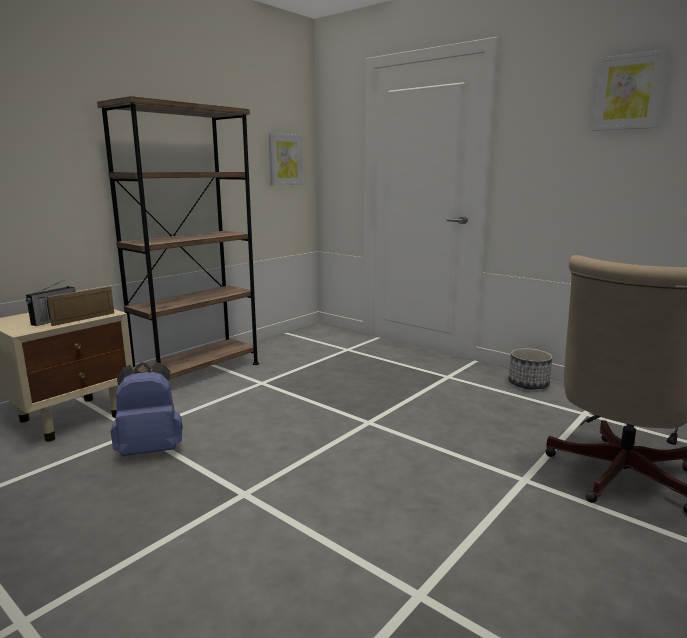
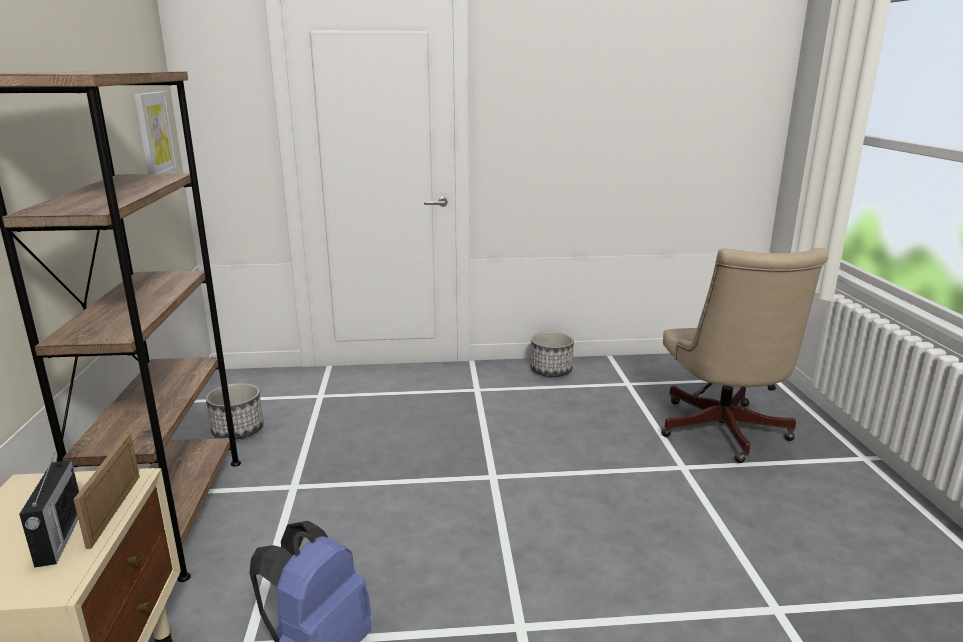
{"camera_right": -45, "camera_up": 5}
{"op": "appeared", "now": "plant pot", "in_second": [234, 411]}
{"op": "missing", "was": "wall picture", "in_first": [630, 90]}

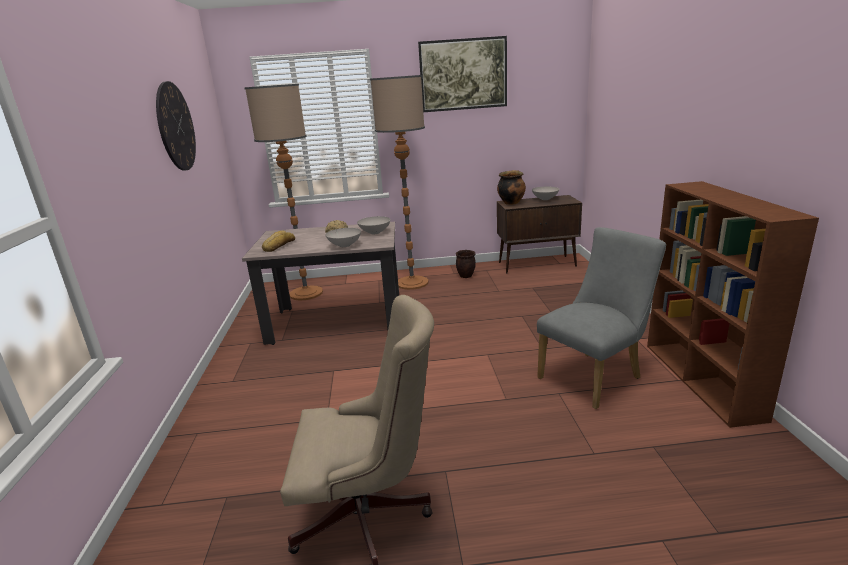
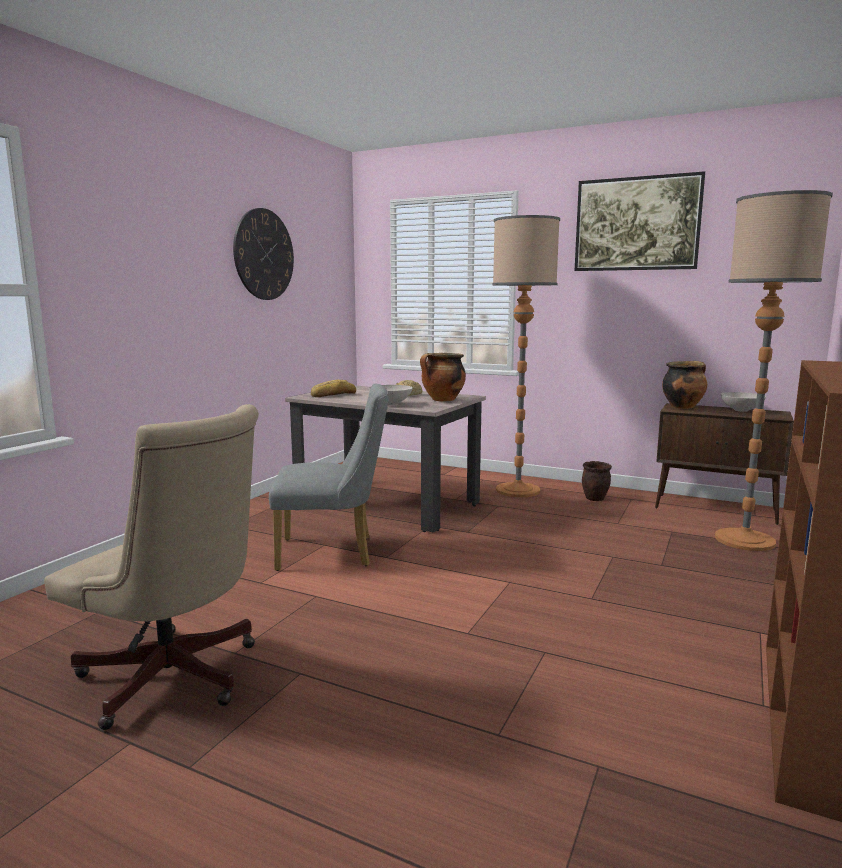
{"camera_right": 30, "camera_up": -10}
{"op": "relocated", "was": "plain chair/greyish", "in_first": [601, 318], "in_second": [329, 477]}
{"op": "exchanged", "was": "serving bowl/white-coloured", "now": "cooking pot", "in_first": [374, 225], "in_second": [443, 377]}
{"op": "relocated", "was": "standing lamp", "in_first": [283, 192], "in_second": [774, 370]}

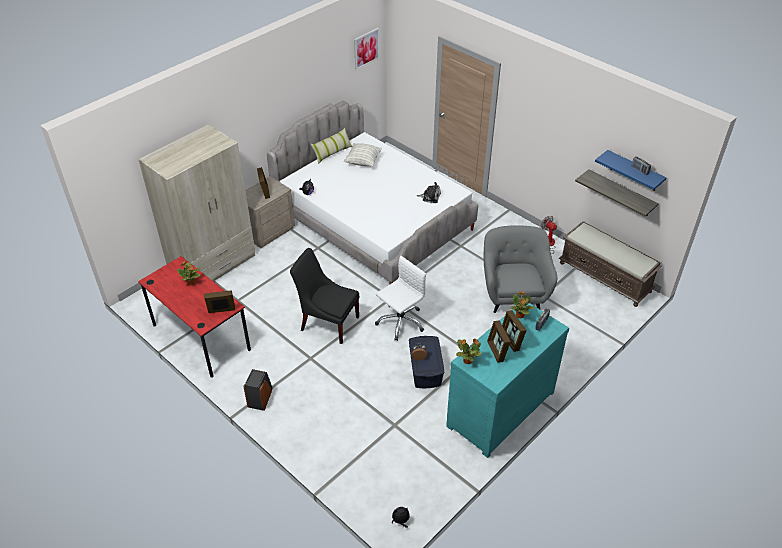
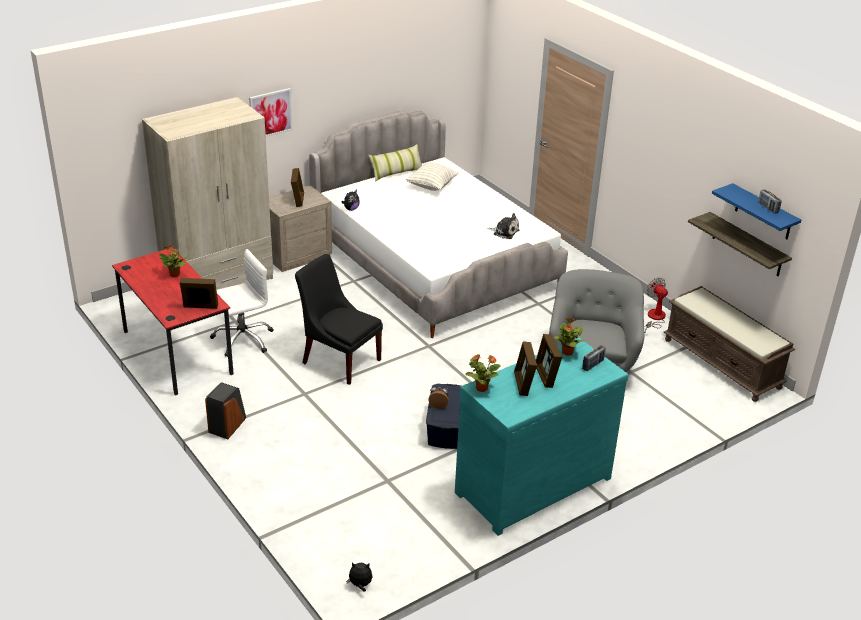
{"camera_right": 10, "camera_up": -10}
{"op": "relocated", "was": "computer chair/white-coloured", "in_first": [400, 298], "in_second": [242, 303]}
{"op": "relocated", "was": "wall picture", "in_first": [366, 49], "in_second": [271, 112]}

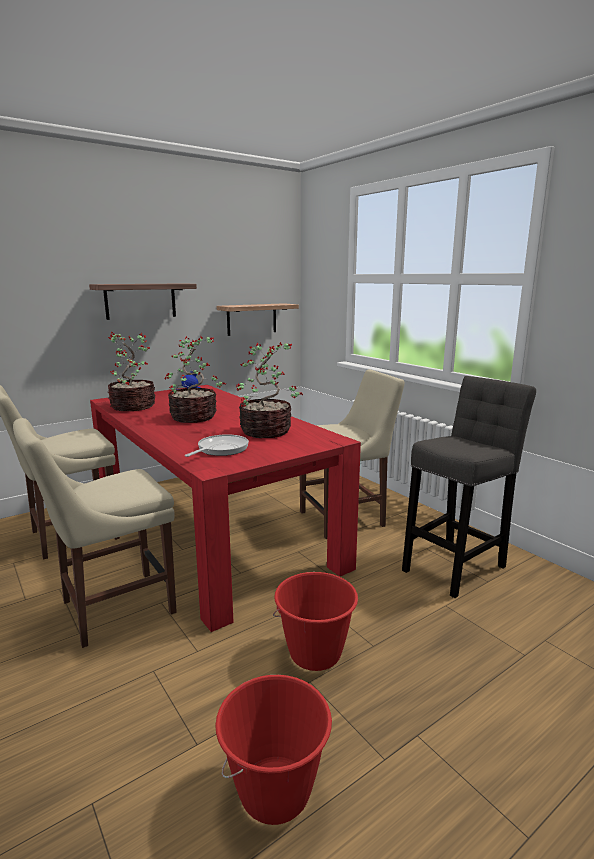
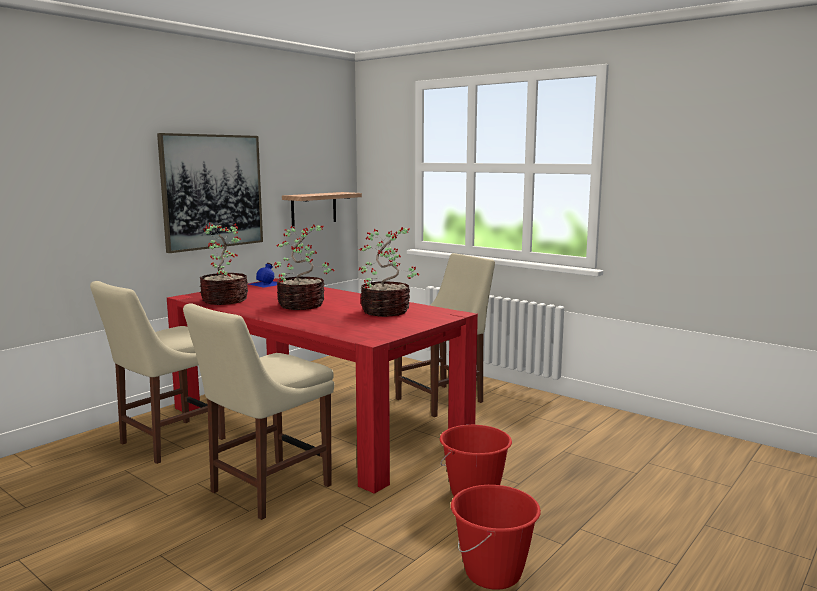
{"camera_right": -15, "camera_up": -5}
{"op": "exchanged", "was": "wall shelf", "now": "wall picture", "in_first": [143, 301], "in_second": [210, 193]}
{"op": "missing", "was": "pan", "in_first": [217, 445]}
{"op": "missing", "was": "sitting stool/greyish", "in_first": [469, 487]}

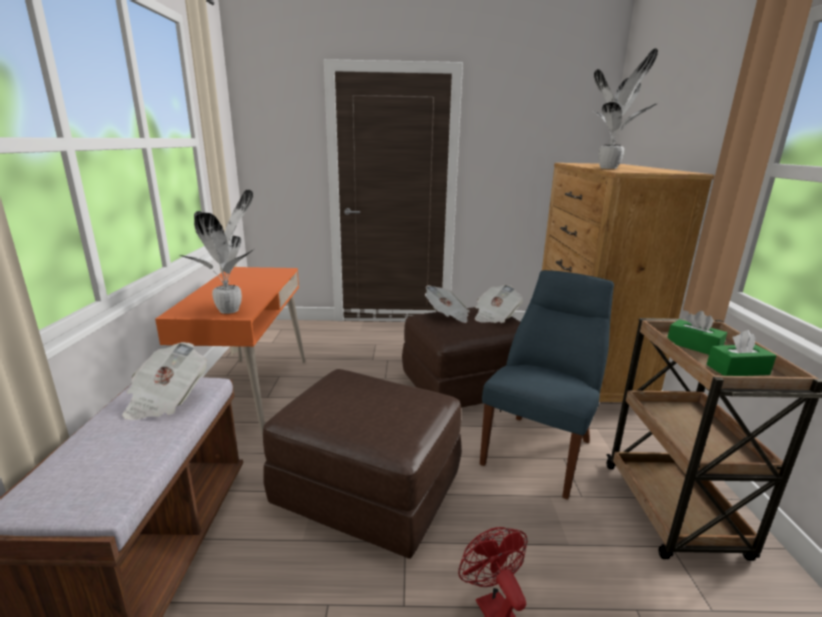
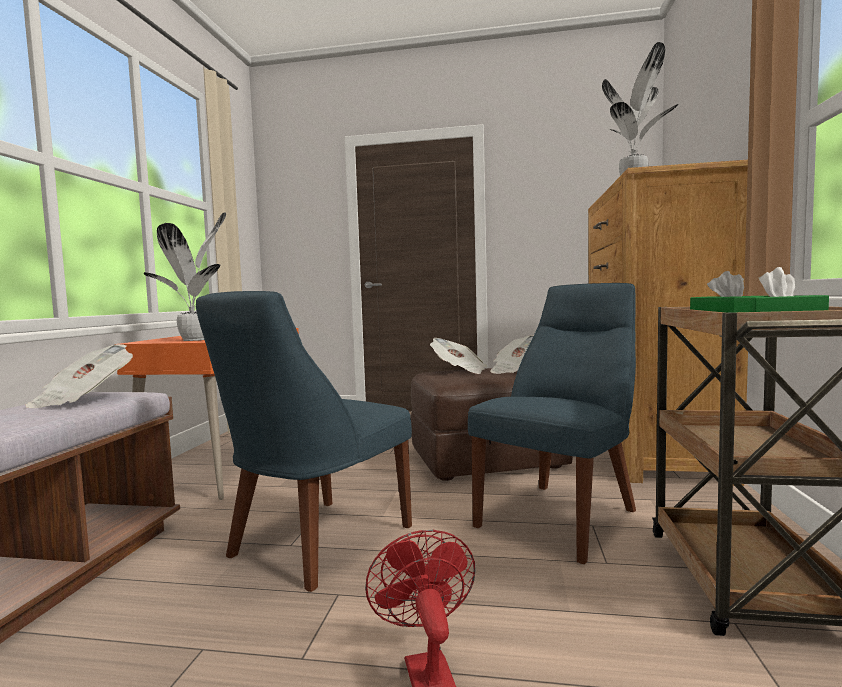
{"camera_right": 10, "camera_up": -15}
{"op": "exchanged", "was": "footrest/brown", "now": "plain chair/bluish", "in_first": [362, 464], "in_second": [304, 441]}

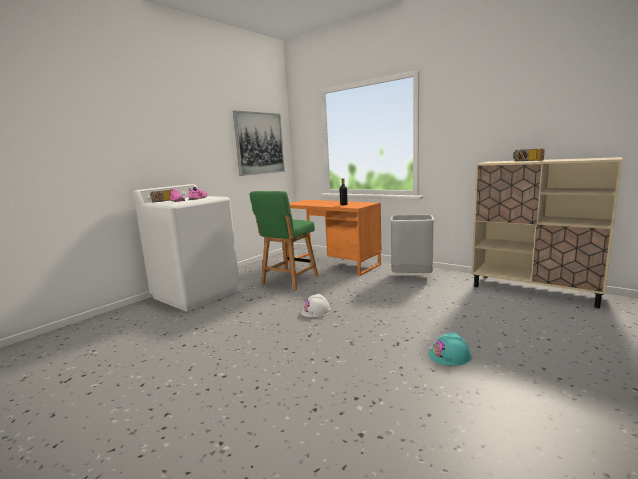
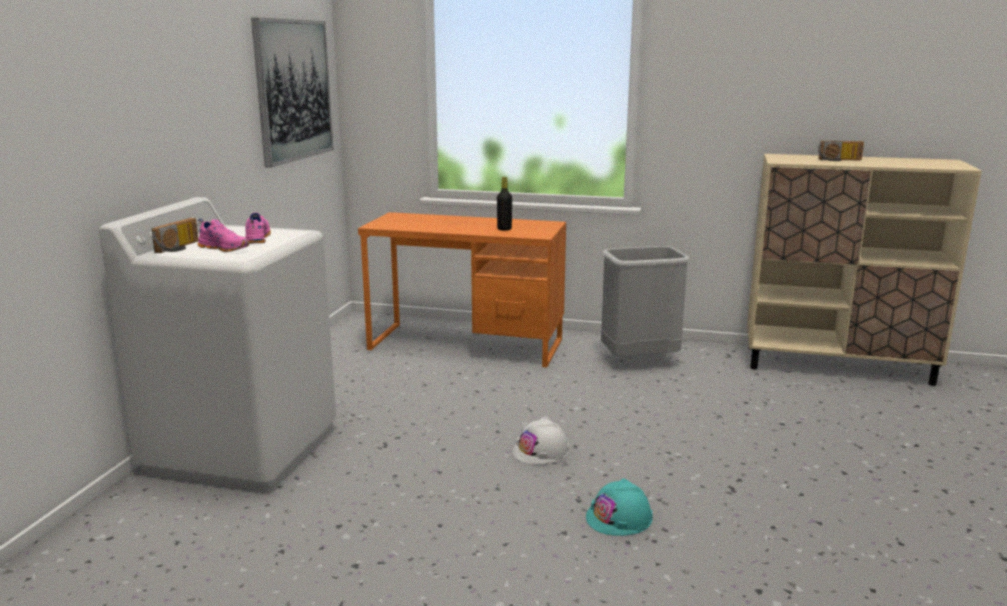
{"camera_right": -25, "camera_up": 5}
{"op": "relocated", "was": "work helmet/turquoise-coloured", "in_first": [450, 349], "in_second": [619, 507]}
{"op": "missing", "was": "plain chair/green", "in_first": [284, 240]}

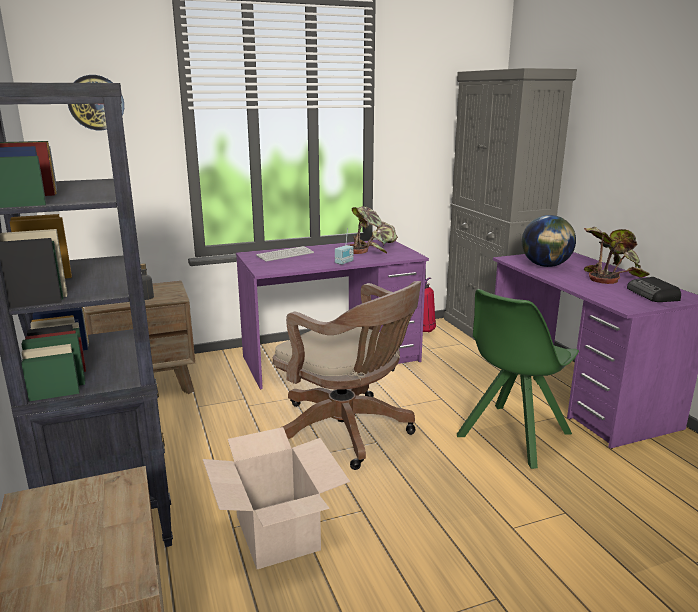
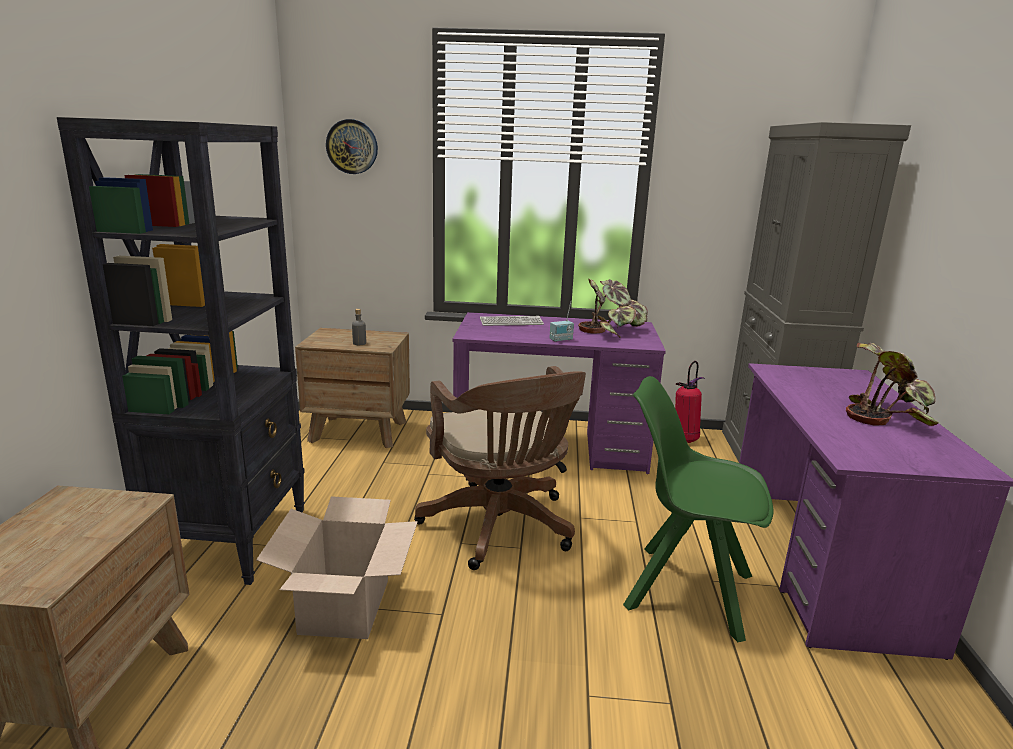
{"camera_right": 25, "camera_up": 0}
{"op": "spun", "was": "plain chair/green", "in_first": [518, 379], "in_second": [698, 509], "clockwise": 45}
{"op": "missing", "was": "desk globe", "in_first": [549, 241]}
{"op": "missing", "was": "radio set", "in_first": [654, 289]}

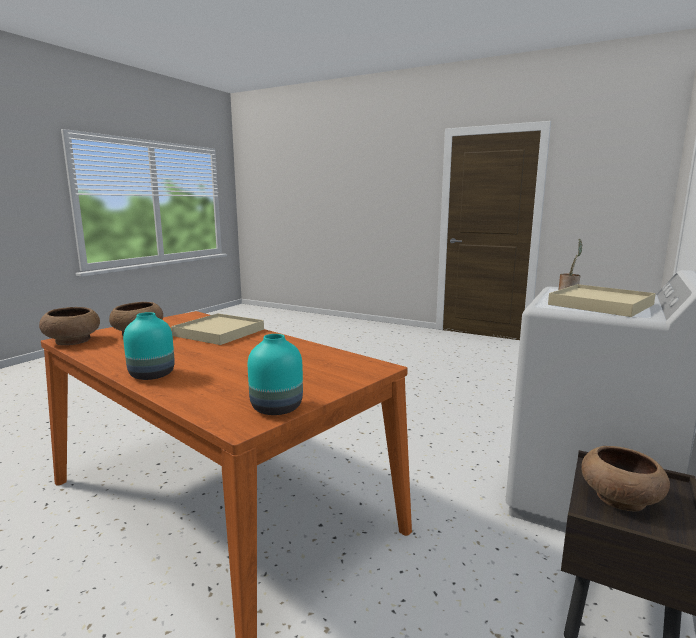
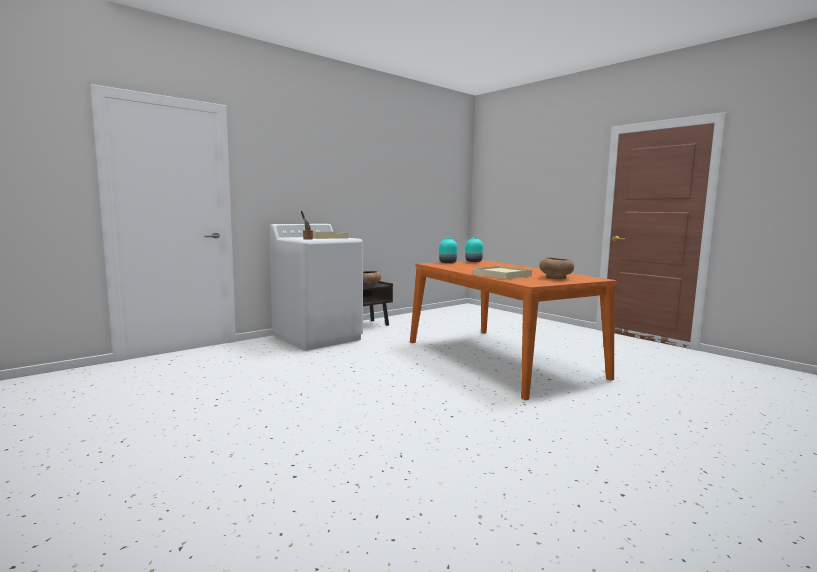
{"camera_right": -160, "camera_up": -5}
{"op": "relocated", "was": "vase/turquoise-coloured", "in_first": [149, 346], "in_second": [448, 250]}
{"op": "missing", "was": "serving bowl/brown", "in_first": [69, 326]}

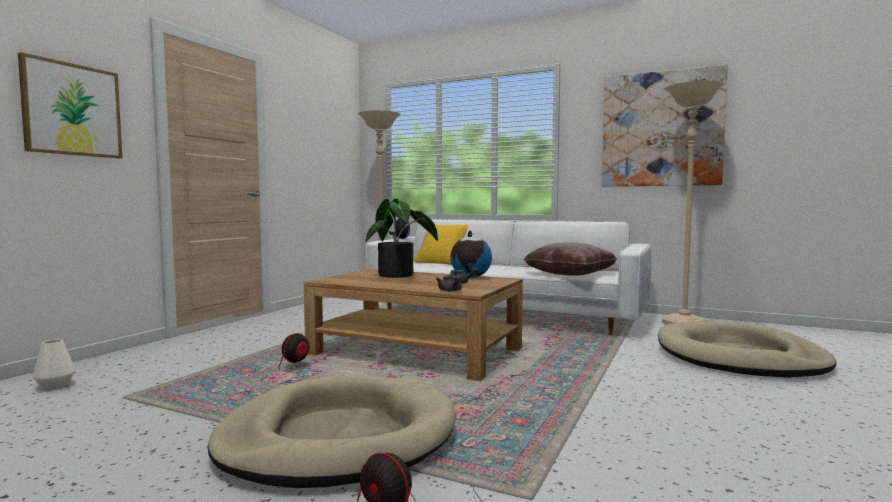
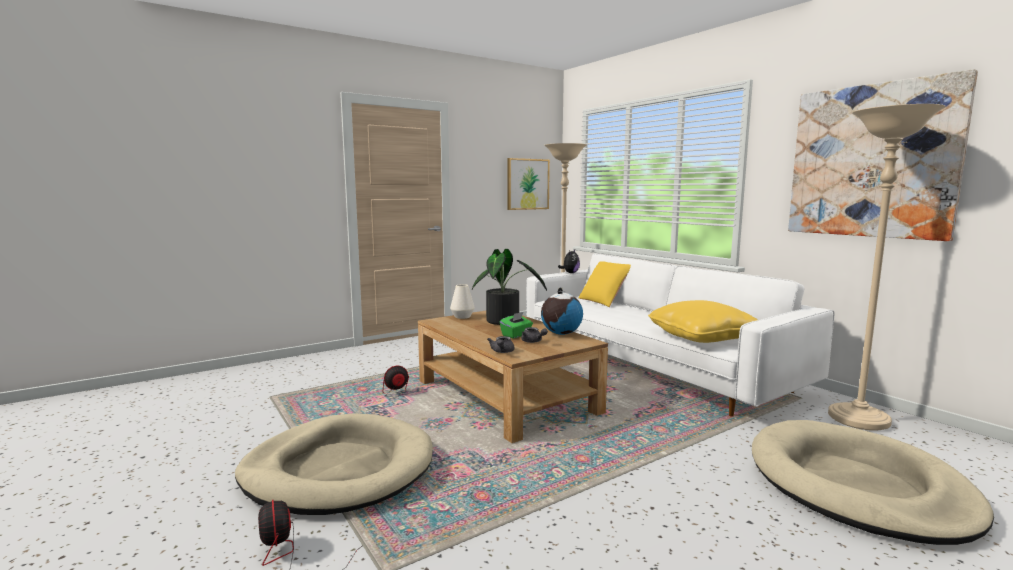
{"camera_right": 30, "camera_up": 5}
{"op": "relocated", "was": "vase/white-coloured", "in_first": [54, 364], "in_second": [462, 301]}
{"op": "appeared", "now": "box of tissues/green", "in_second": [516, 325]}
{"op": "relocated", "was": "wall picture", "in_first": [70, 105], "in_second": [528, 184]}
{"op": "colour", "was": "throw pillow/brown", "now": "throw pillow/yellow", "in_first": [570, 259], "in_second": [703, 321]}

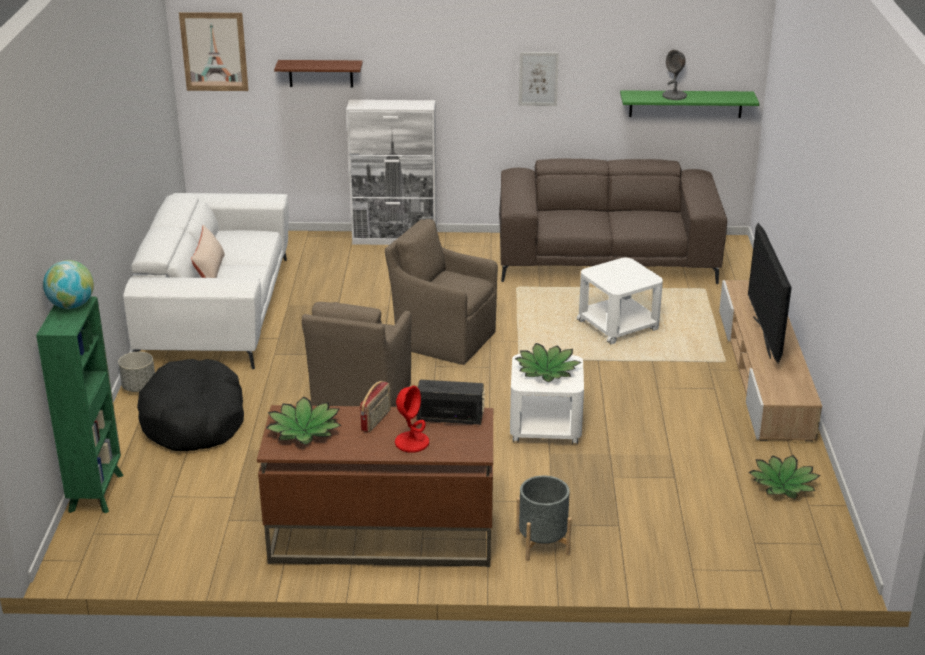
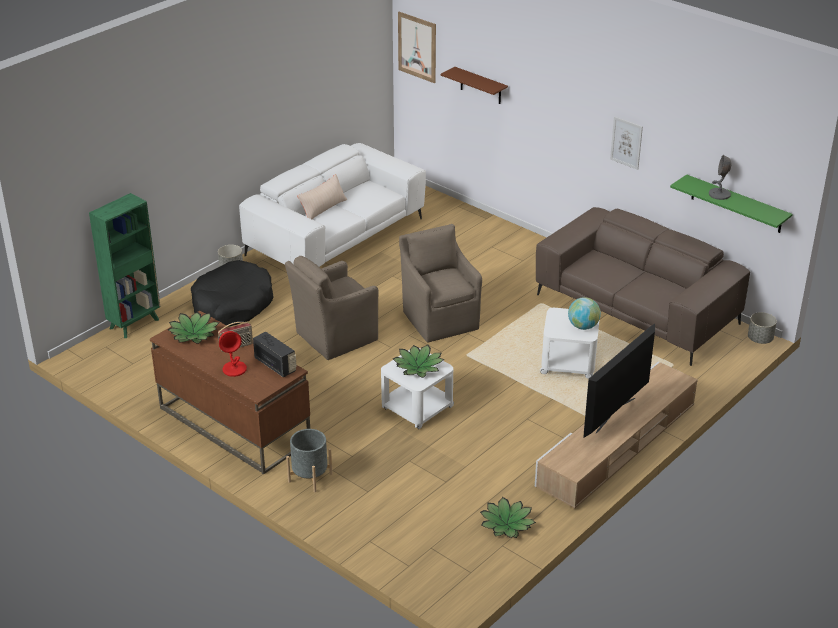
{"camera_right": 40, "camera_up": 5}
{"op": "relocated", "was": "desk globe", "in_first": [68, 284], "in_second": [584, 313]}
{"op": "appeared", "now": "plant pot/greyish", "in_second": [762, 328]}
{"op": "missing", "was": "cupboard/white-coloured", "in_first": [391, 172]}

